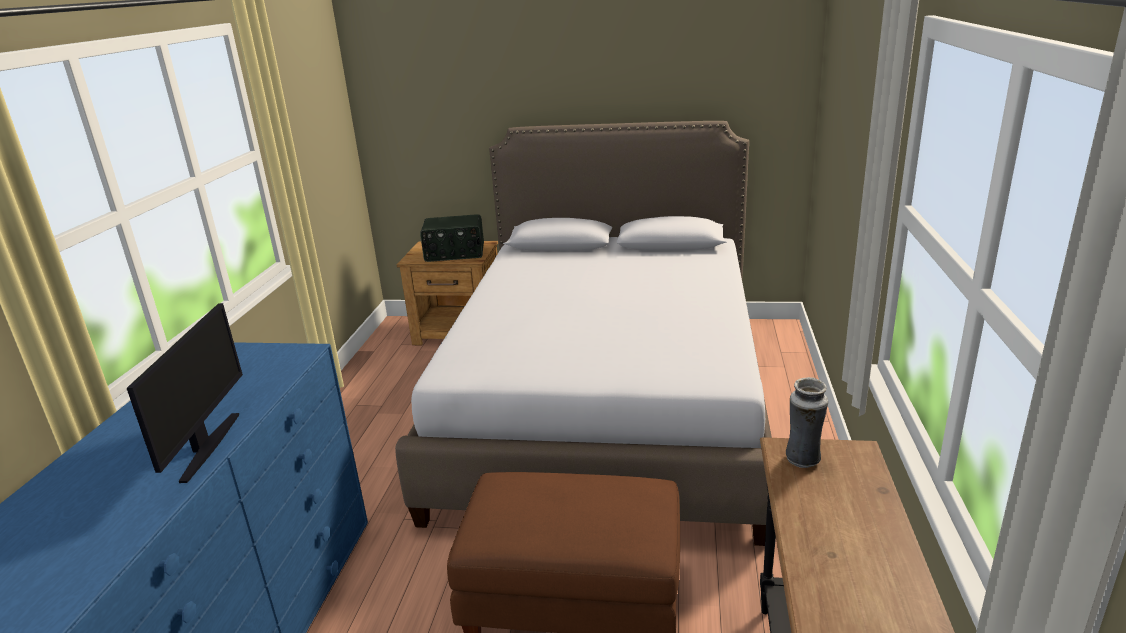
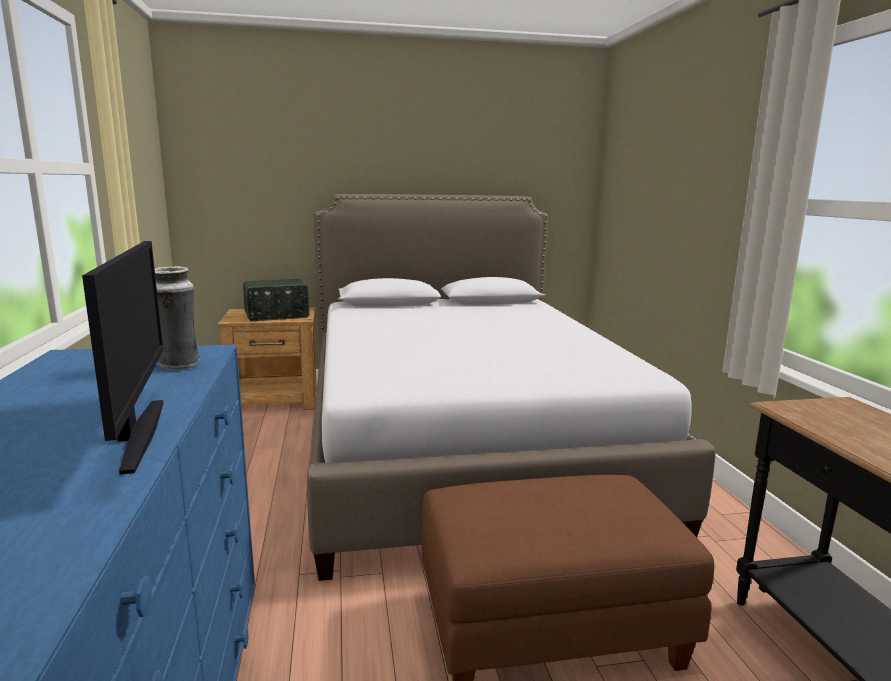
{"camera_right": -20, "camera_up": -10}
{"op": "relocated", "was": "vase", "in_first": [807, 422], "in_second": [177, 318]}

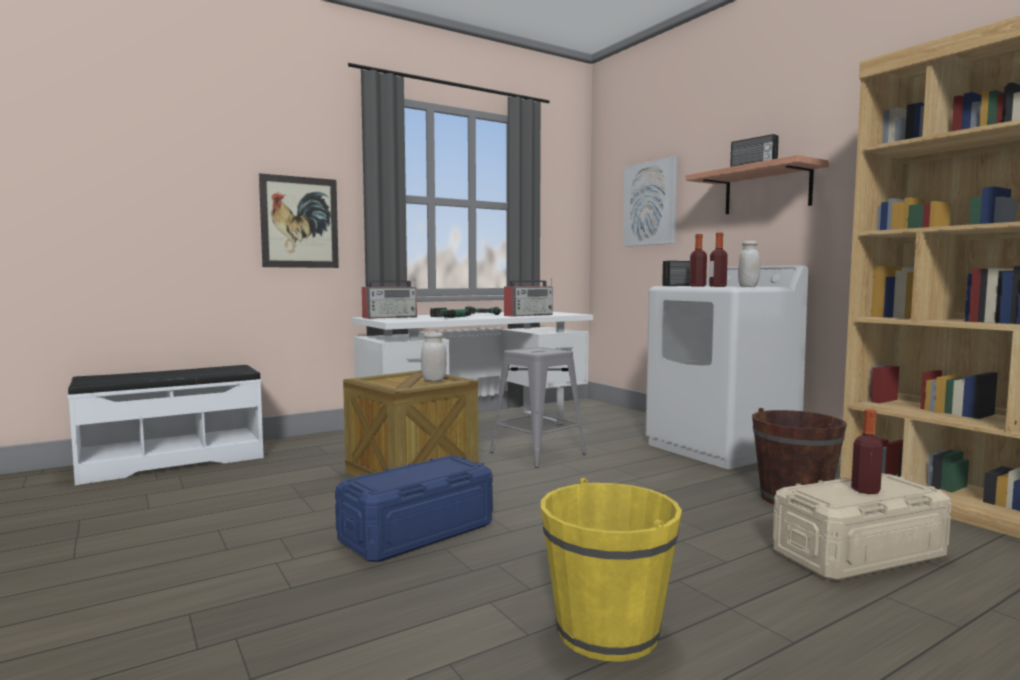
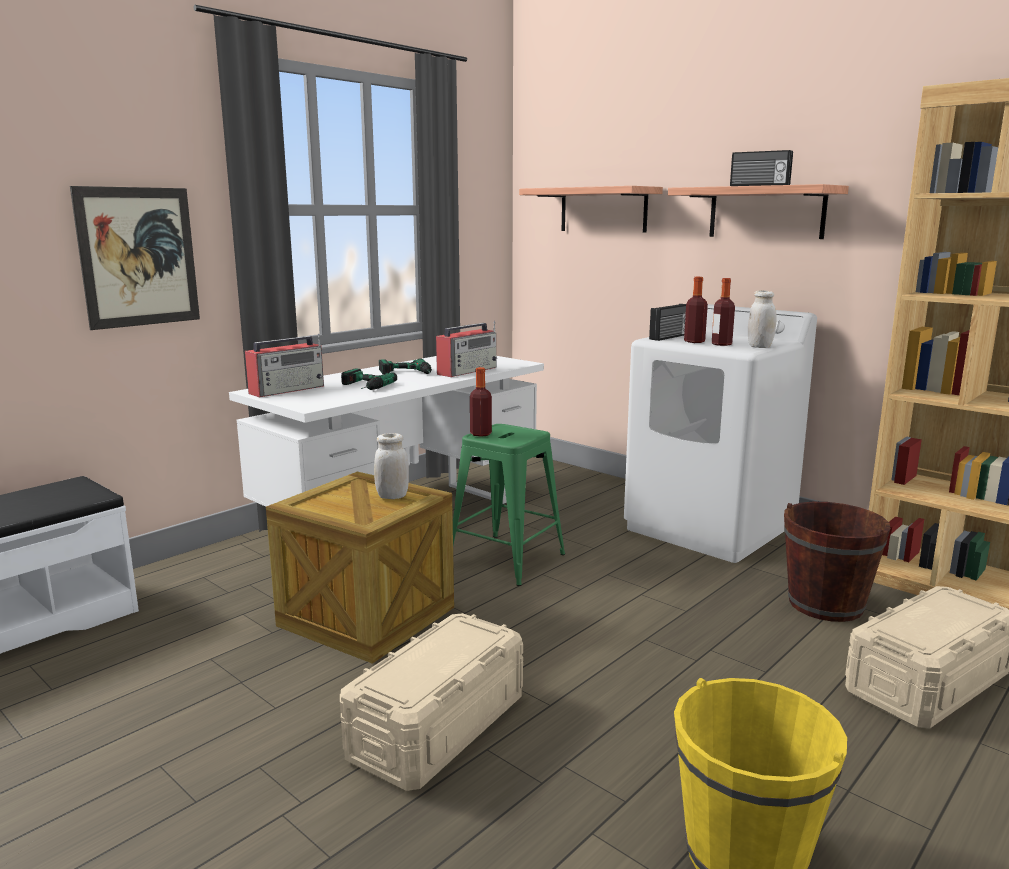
{"camera_right": -15, "camera_up": 10}
{"op": "colour", "was": "storage bin/bluish", "now": "storage bin/beige-coloured", "in_first": [414, 509], "in_second": [431, 702]}
{"op": "colour", "was": "sitting stool/greyish", "now": "sitting stool/green", "in_first": [538, 407], "in_second": [509, 505]}
{"op": "relocated", "was": "beverage bottle", "in_first": [867, 451], "in_second": [481, 402]}
{"op": "exchanged", "was": "wall picture", "now": "wall shelf", "in_first": [650, 201], "in_second": [591, 209]}

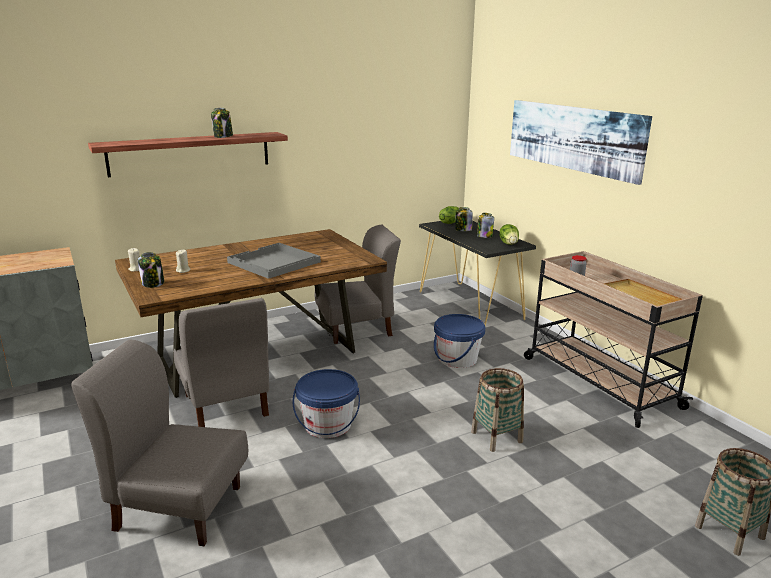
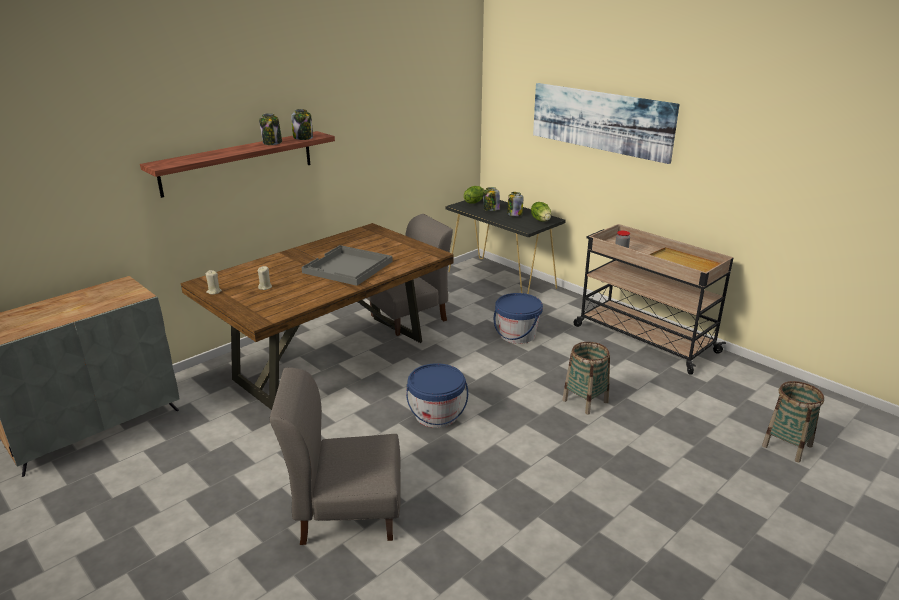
{"camera_right": -15, "camera_up": 5}
{"op": "relocated", "was": "storage jar", "in_first": [151, 270], "in_second": [302, 124]}
{"op": "missing", "was": "plain chair/greyish", "in_first": [221, 362]}

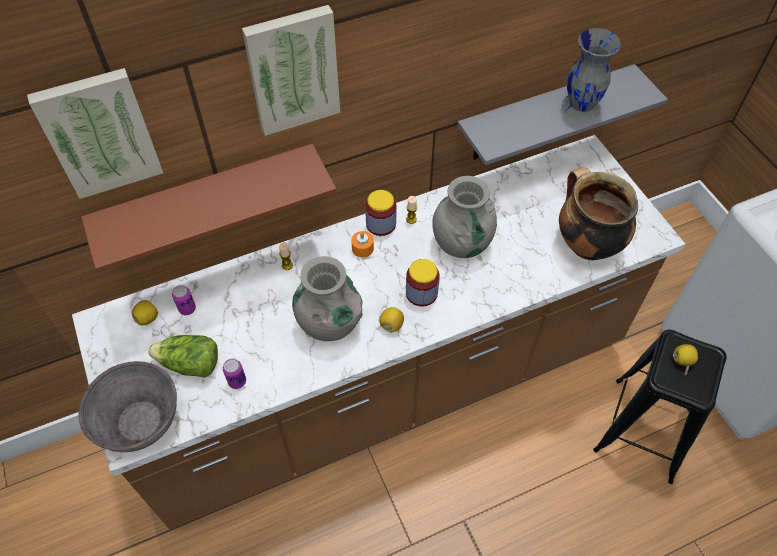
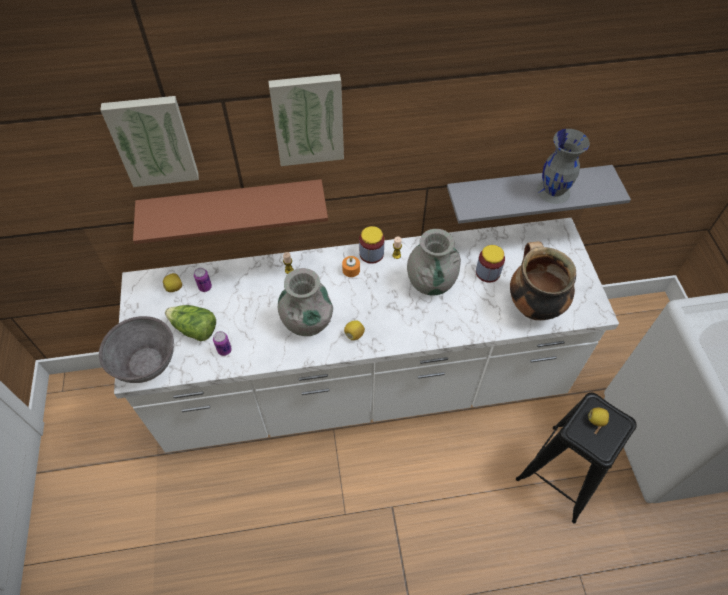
{"camera_right": 15, "camera_up": 0}
{"op": "colour", "was": "counter/brown", "now": "counter/white-coloured", "in_first": [378, 332], "in_second": [366, 335]}
{"op": "relocated", "was": "storage jar", "in_first": [423, 282], "in_second": [490, 264]}

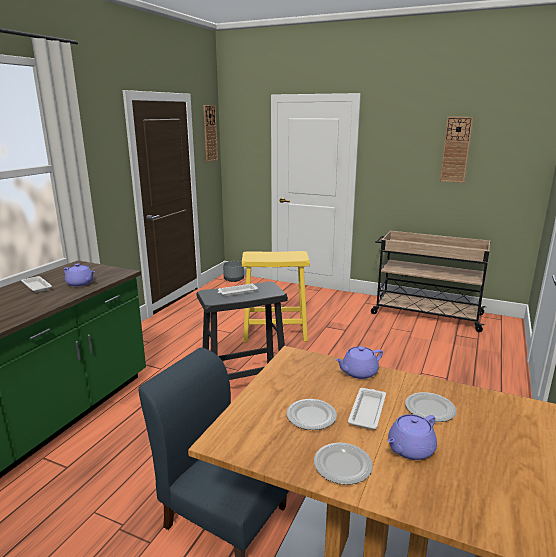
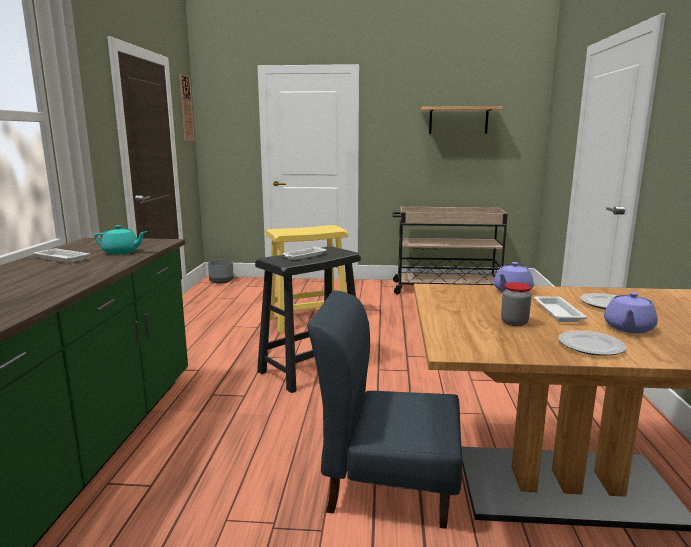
{"camera_right": -20, "camera_up": -5}
{"op": "colour", "was": "tea pot/purplish", "now": "tea pot/turquoise-coloured", "in_first": [79, 275], "in_second": [120, 239]}
{"op": "exchanged", "was": "hanging clock", "now": "wall shelf", "in_first": [456, 150], "in_second": [462, 120]}
{"op": "exchanged", "was": "flat dish", "now": "storage jar", "in_first": [311, 414], "in_second": [516, 304]}

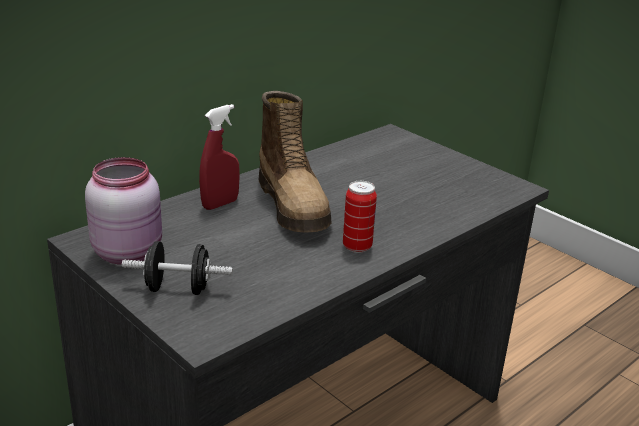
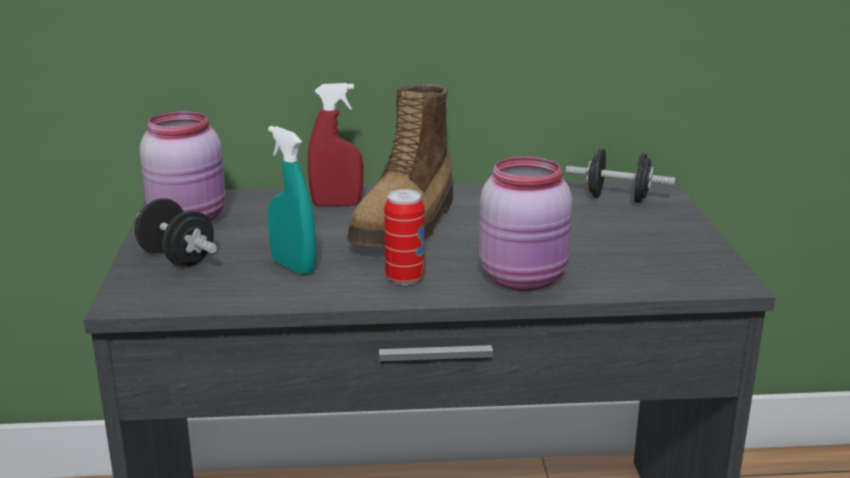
{"camera_right": 40, "camera_up": -5}
{"op": "appeared", "now": "hand sprayer/turquoise-coloured", "in_second": [292, 200]}
{"op": "appeared", "now": "storage jar/pink", "in_second": [525, 223]}
{"op": "appeared", "now": "dumbbell/blackish", "in_second": [621, 176]}

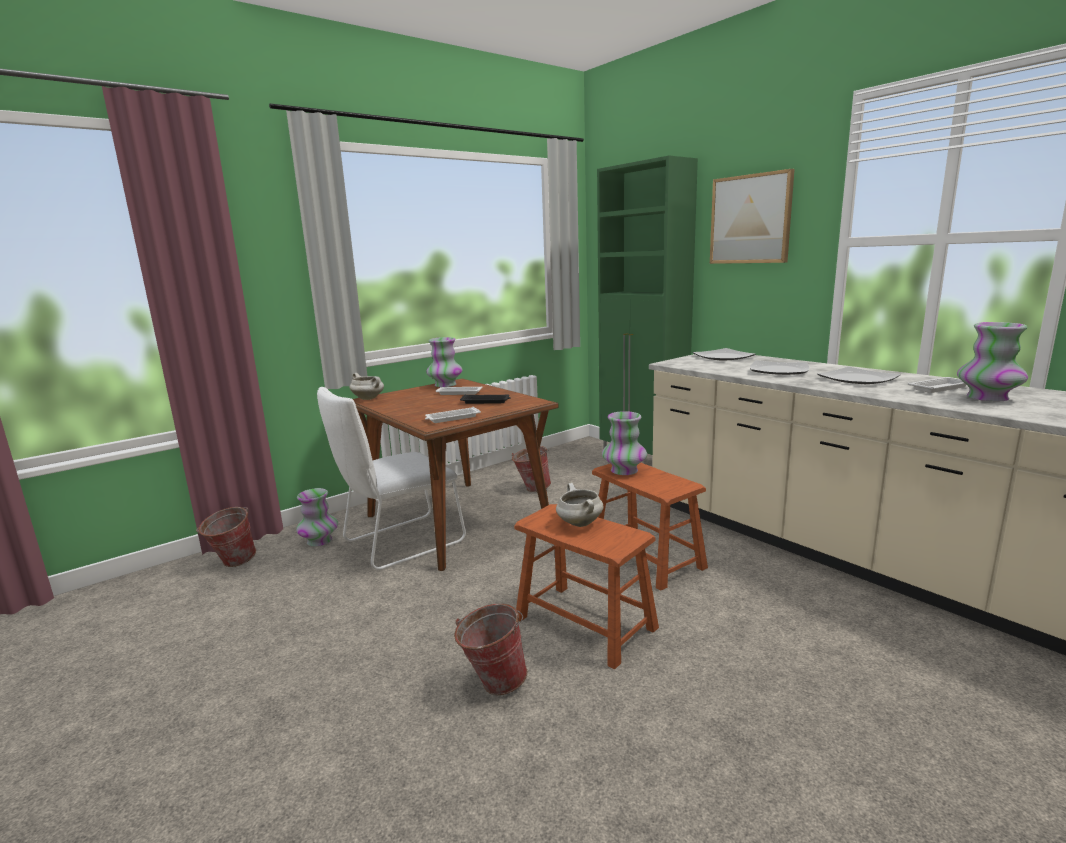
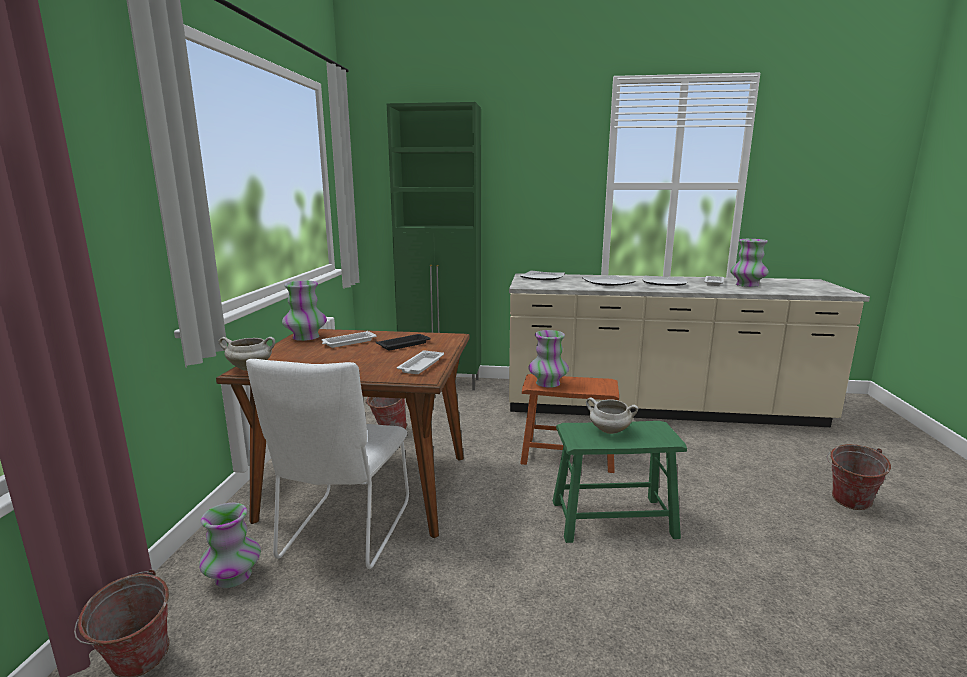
{"camera_right": -45, "camera_up": 0}
{"op": "colour", "was": "sitting stool/brown", "now": "sitting stool/green", "in_first": [586, 586], "in_second": [620, 482]}
{"op": "relocated", "was": "bucket", "in_first": [490, 649], "in_second": [858, 477]}
{"op": "missing", "was": "wall picture", "in_first": [752, 216]}

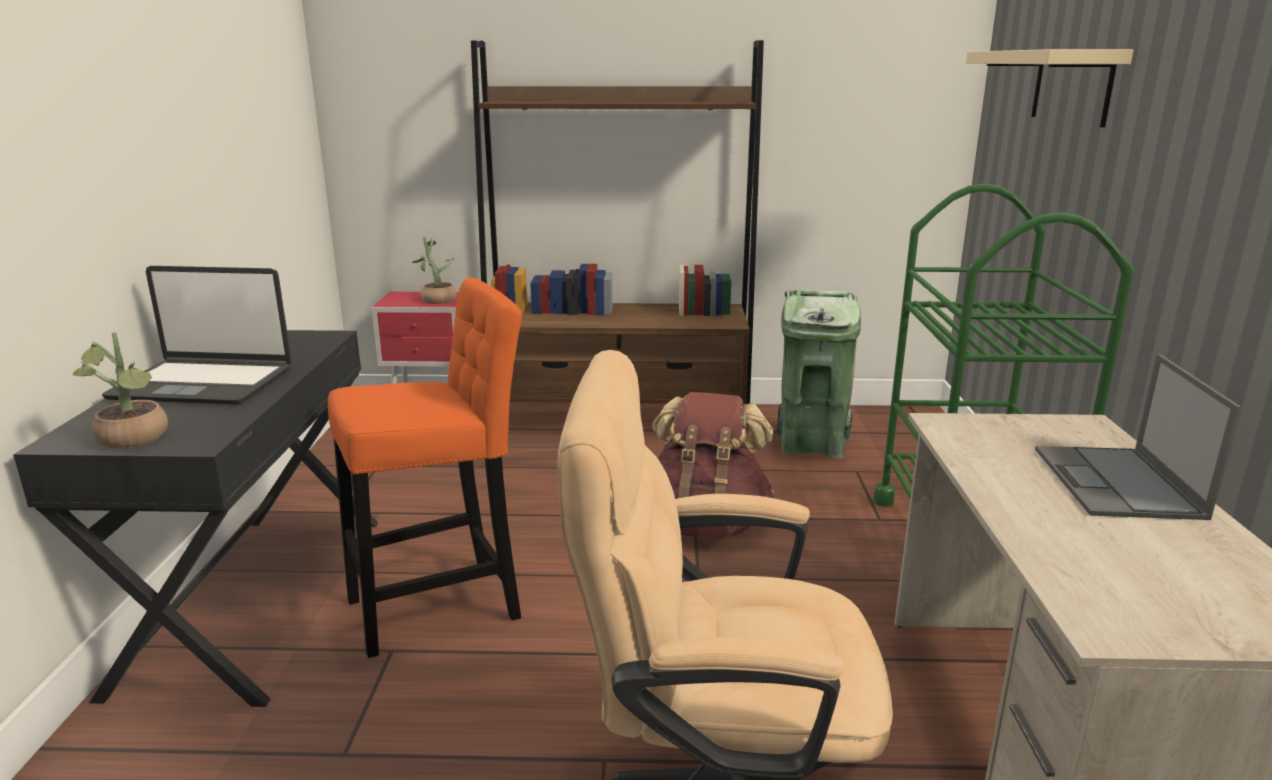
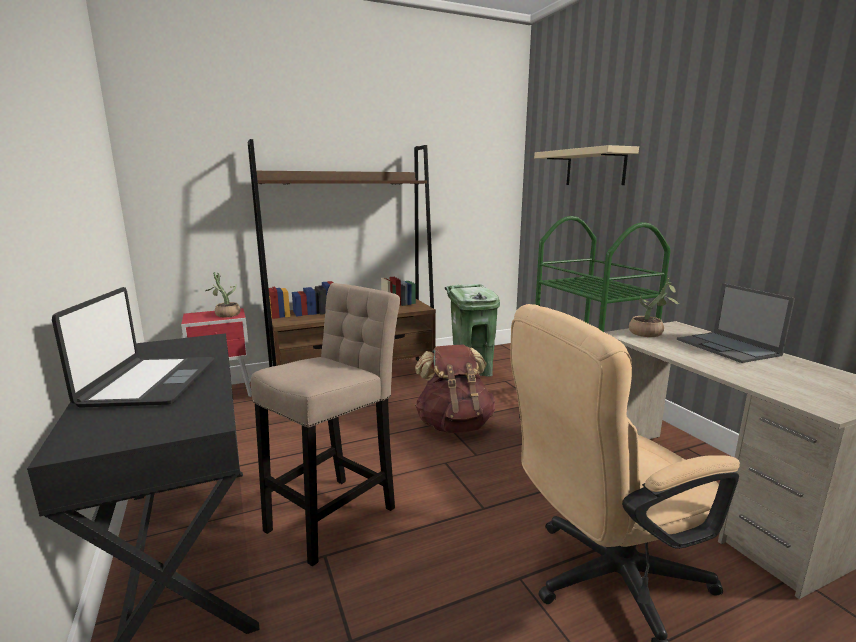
{"camera_right": -25, "camera_up": -5}
{"op": "spun", "was": "notebook computer", "in_first": [196, 335], "in_second": [133, 347], "clockwise": -75}
{"op": "colour", "was": "sitting stool/orangey", "now": "sitting stool/beige-coloured", "in_first": [425, 467], "in_second": [325, 425]}
{"op": "relocated", "was": "plant in a pot", "in_first": [120, 390], "in_second": [654, 307]}

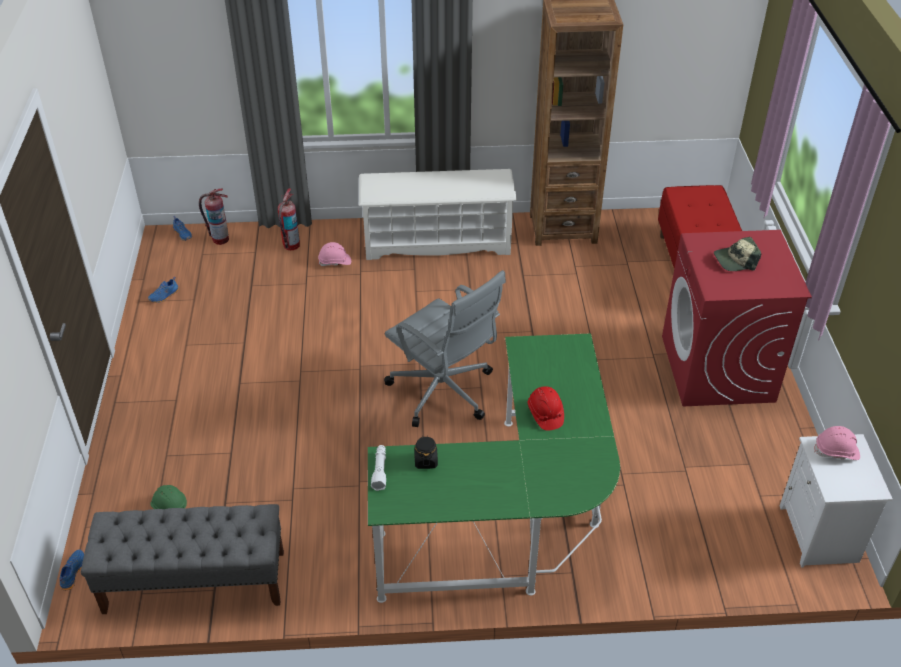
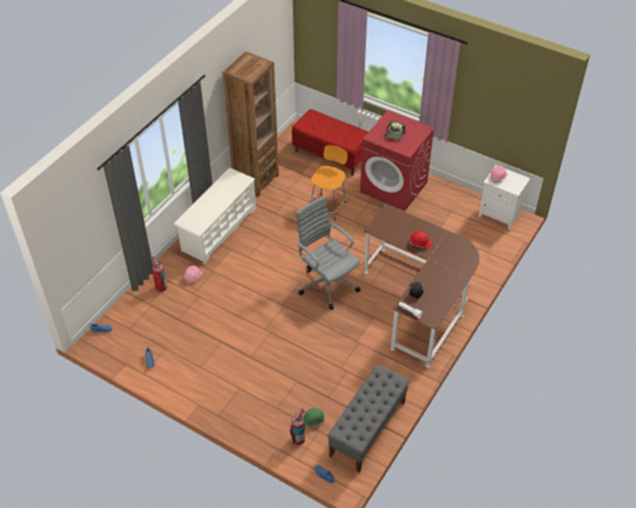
{"camera_right": -55, "camera_up": 5}
{"op": "relocated", "was": "fire extinguisher", "in_first": [214, 216], "in_second": [297, 426]}
{"op": "spun", "was": "computer chair/greyish", "in_first": [445, 348], "in_second": [328, 253], "clockwise": -120}
{"op": "appeared", "now": "sitting stool/orangey", "in_second": [329, 183]}
{"op": "colour", "was": "desk table/green", "now": "desk table/brown", "in_first": [494, 468], "in_second": [421, 286]}

